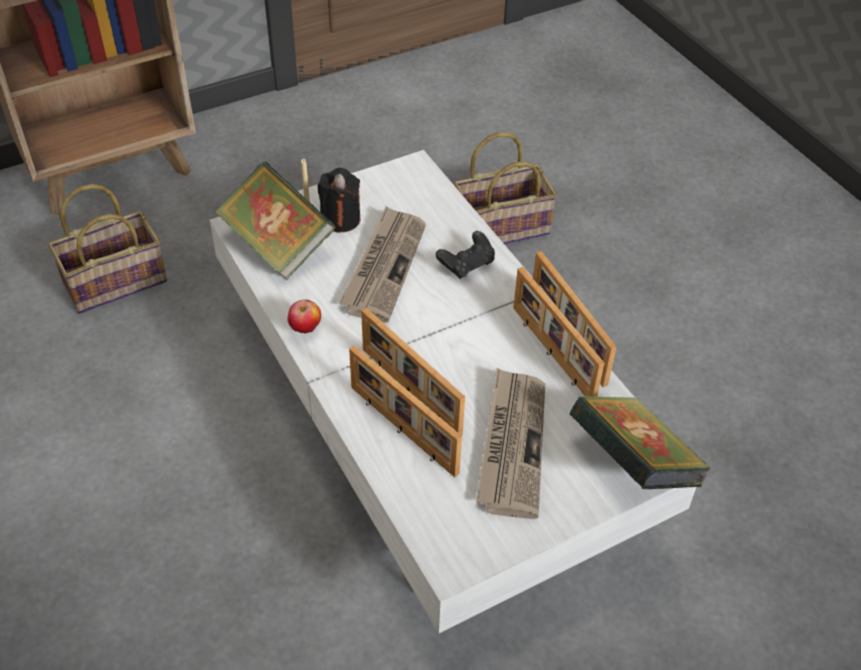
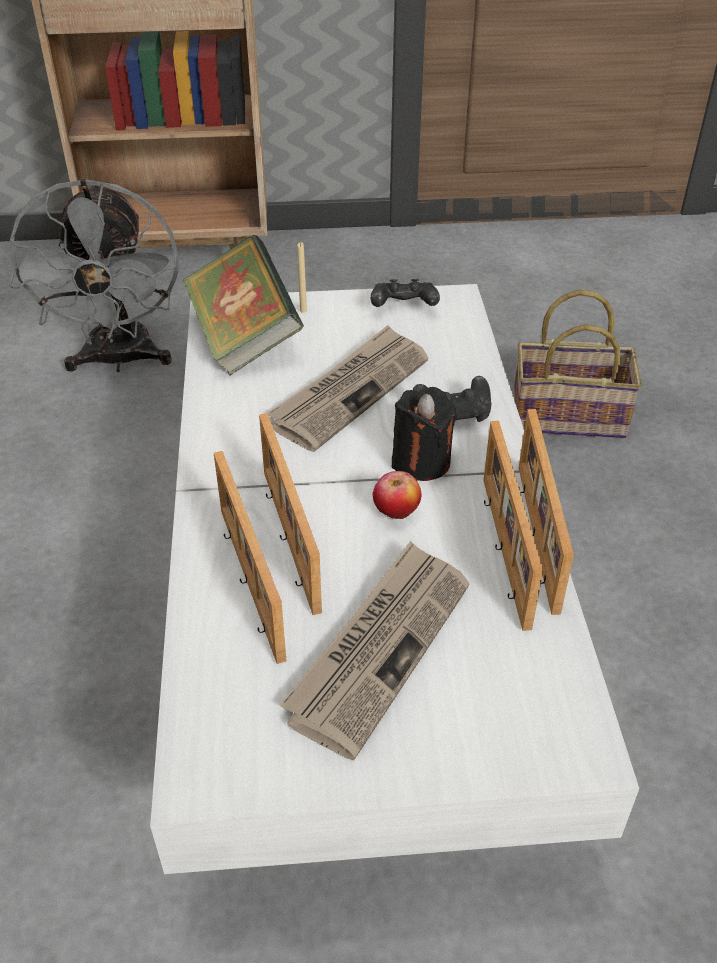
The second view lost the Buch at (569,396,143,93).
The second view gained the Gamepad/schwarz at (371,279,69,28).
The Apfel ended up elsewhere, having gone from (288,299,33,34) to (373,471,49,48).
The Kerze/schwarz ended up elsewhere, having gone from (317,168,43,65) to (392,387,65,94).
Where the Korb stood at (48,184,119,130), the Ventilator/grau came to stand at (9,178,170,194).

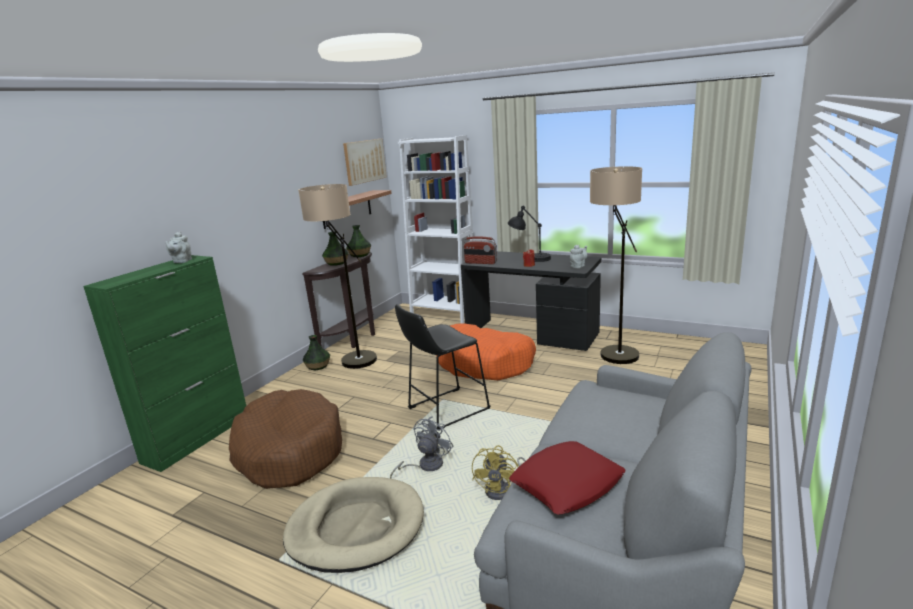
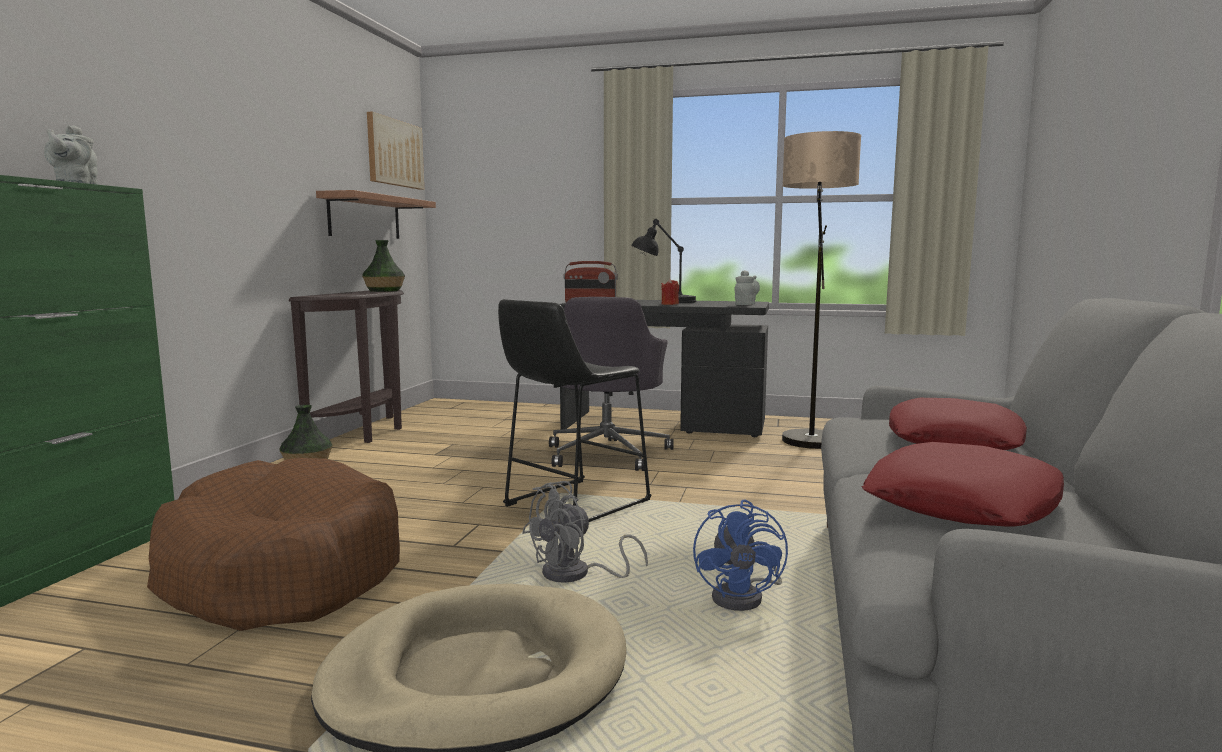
The second view lost the Stehlampe at (298,184,79,185).
The second view lost the Vase at (322,232,27,34).
The second view lost the Bücherregal/weiß at (398,135,76,189).
The second view gained the Kissen/rot at (889,398,138,52).
Where the Hundebett/orange stood at (436,324,100,56), the Bürostuhl/grau came to stand at (549,297,125,174).
What was the Ventilator/gelb at (472,445,54,55) turned into the Ventilator/blau at (693,500,95,111).
The Ventilator/grau at (390,416,63,63) ended up facing another way, 150 degrees counterclockwise from before.

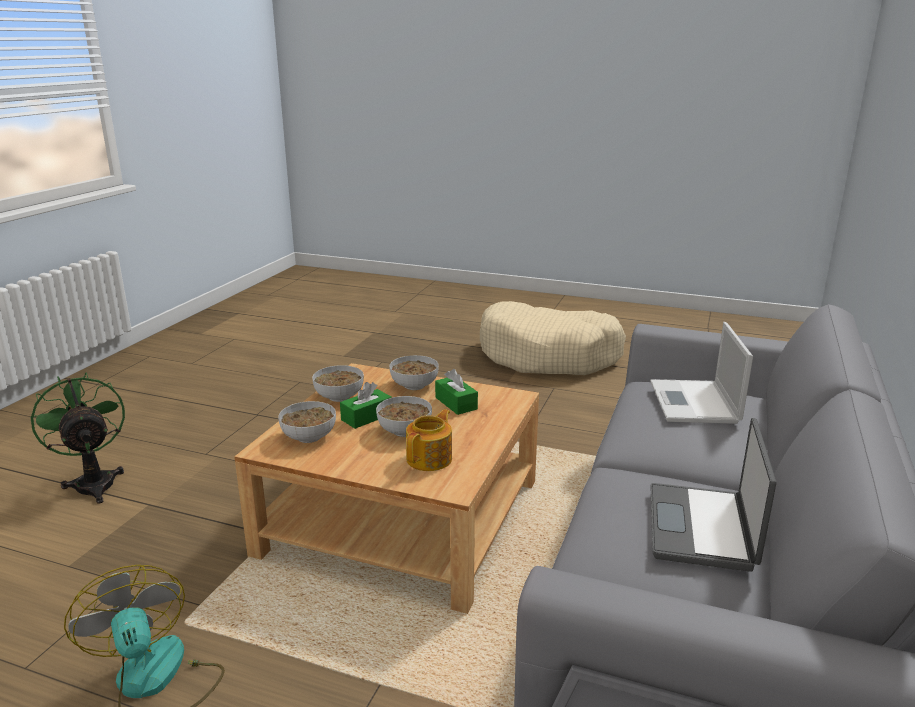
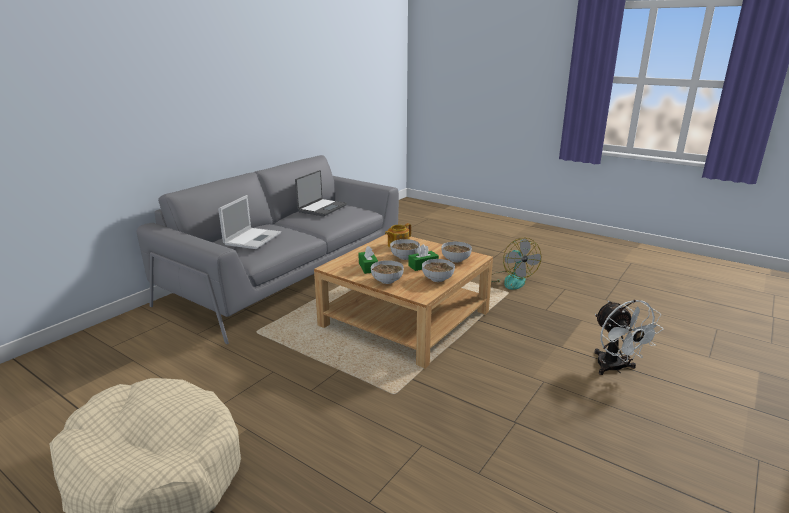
What was the Ventilator/grün at (31,372,94,132) turned into the Ventilator/weiß at (595,300,69,75).

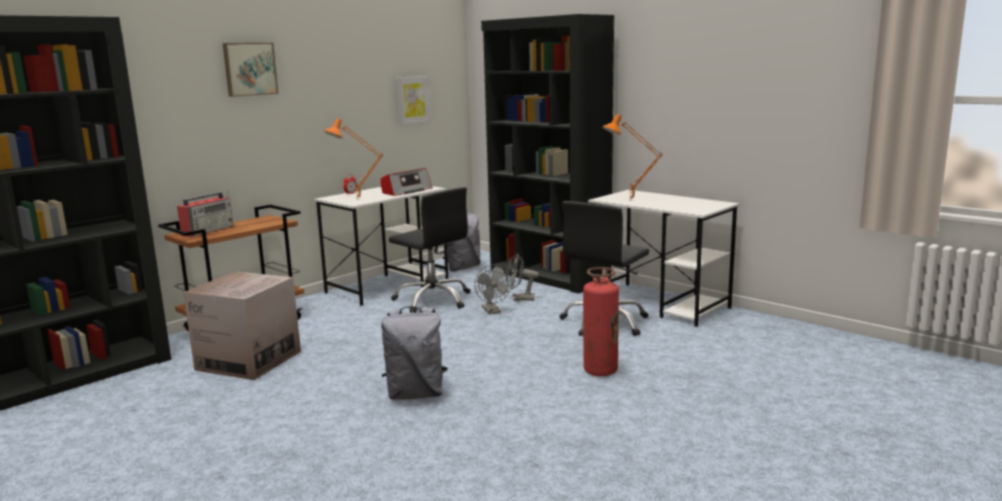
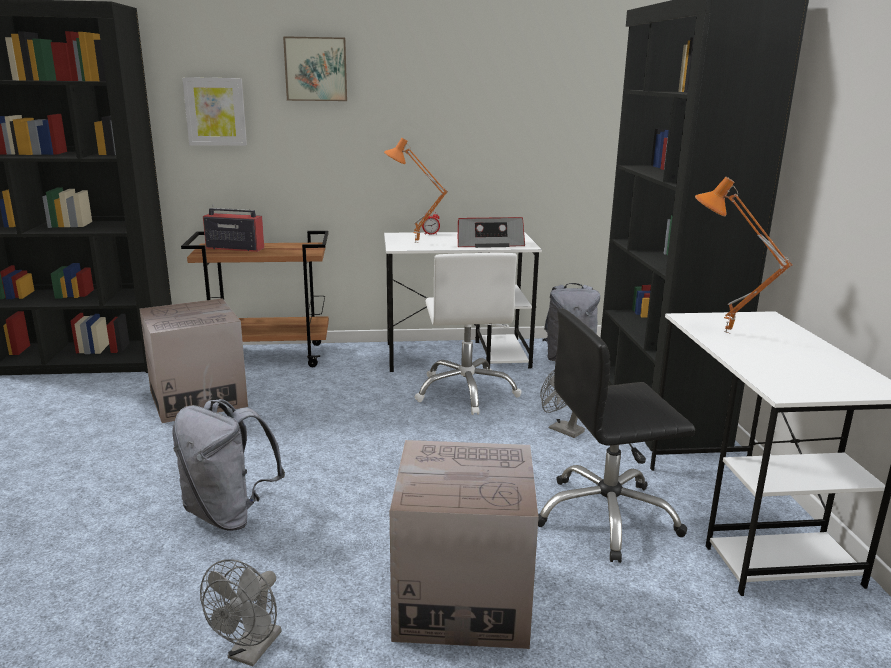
The Bild ended up elsewhere, having gone from (396,76,35,49) to (182,77,65,69).
The Ventilator/grau ended up elsewhere, having gone from (474,265,37,49) to (200,559,82,107).
Where the Feuerlöscher stood at (583,267,36,109), the Karton came to stand at (390,440,148,209).
What was the Bürostuhl/schwarz at (389,187,81,126) turned into the Bürostuhl/weiß at (415,253,106,162).
The Radio at (177,190,56,47) ended up facing another way, 150 degrees counterclockwise from before.

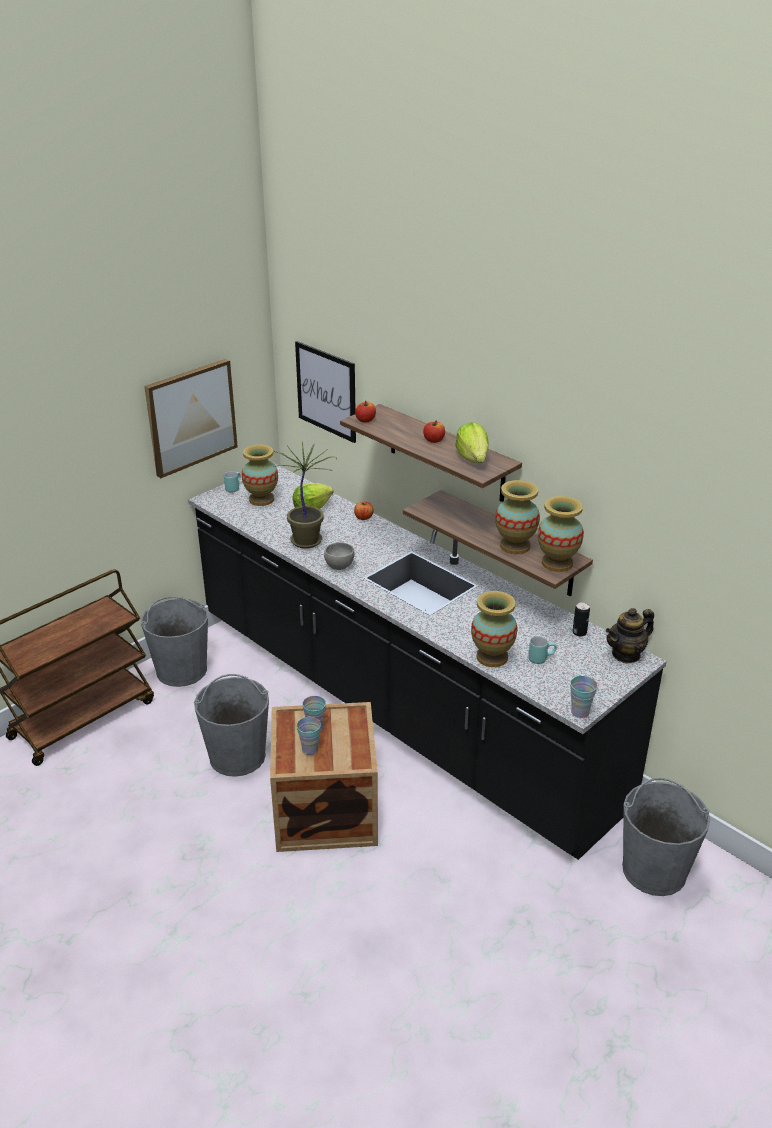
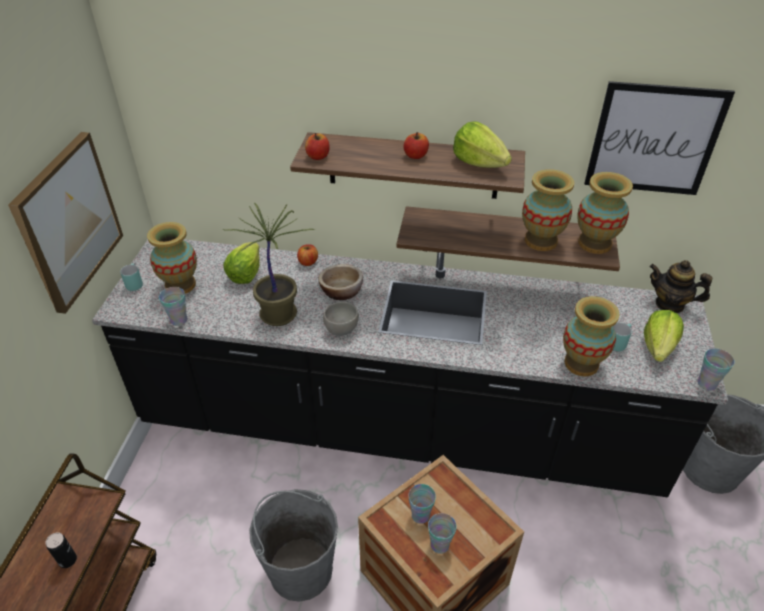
The second view lost the Eimer/grau at (141,596,67,91).
The second view gained the Tasse at (159,287,28,39).
The second view gained the Schüssel at (318,264,45,36).
The second view gained the Salatkopf at (644,310,40,52).
The Bild ended up elsewhere, having gone from (295,341,61,102) to (584,81,151,114).
The Dose ended up elsewhere, having gone from (572,602,18,34) to (46,532,31,36).
The Teekanne at (606,608,48,56) ended up facing another way, 90 degrees clockwise from before.

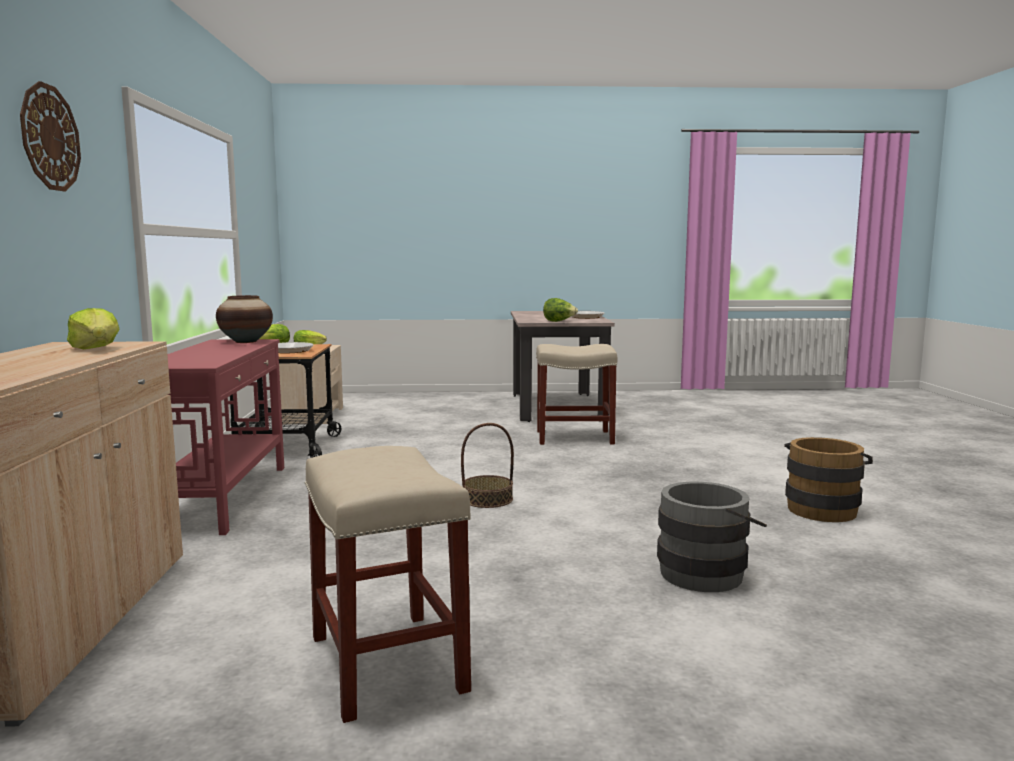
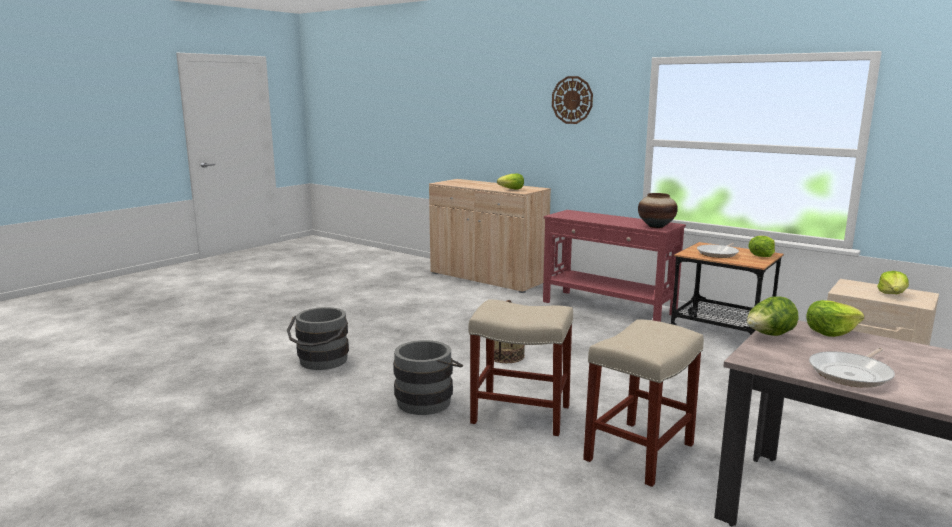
The second view lost the Eimer/braun at (784,437,89,85).
The second view gained the Eimer/grau at (393,340,70,75).
The second view gained the Salatkopf at (807,300,57,37).
The Hocker/beige ended up elsewhere, having gone from (305,446,166,277) to (468,299,105,137).

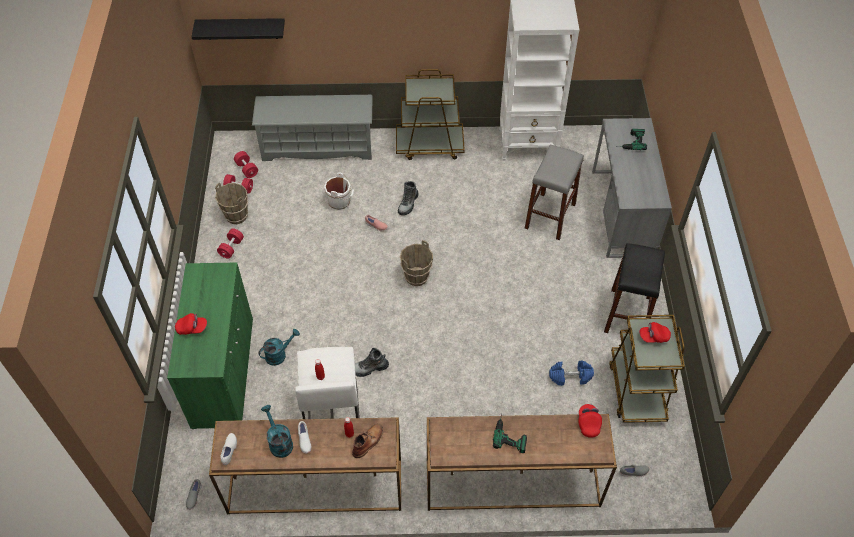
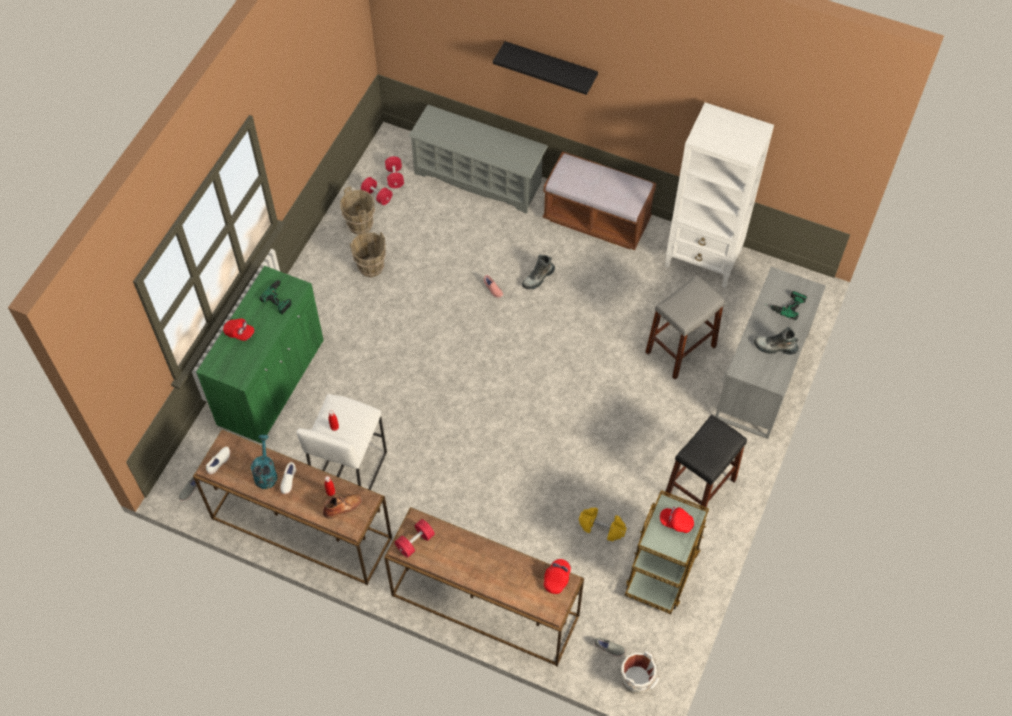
The second view lost the Gießkanne/türkis at (259,329,41,37).
The Wandregal/schwarz ended up elsewhere, having gone from (192,18,93,22) to (493,41,105,54).
The Hantel/rot ended up elsewhere, having gone from (217,228,27,31) to (395,519,40,39).
The Eimer/weiß ended up elsewhere, having gone from (324,172,30,38) to (621,651,38,42).
The Stiefel ended up elsewhere, having gone from (355,348,34,29) to (754,327,44,28).
The Eimer/braun ended up elsewhere, having gone from (400,240,33,46) to (350,232,36,45).
The Bohrmaschine ended up elsewhere, having gone from (493,413,34,40) to (259,280,33,34).
Where the Rollwagen/braun stood at (396,69,69,91), the Bank/braun came to stand at (542,151,115,99).
What was the Hantel/blau at (549,361,45,25) turned into the Hantel/gelb at (579,507,48,34).

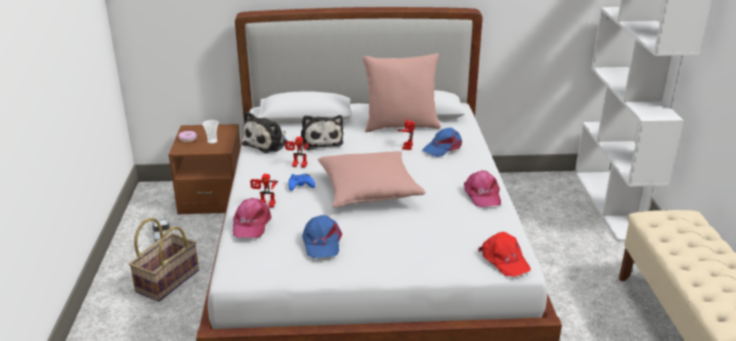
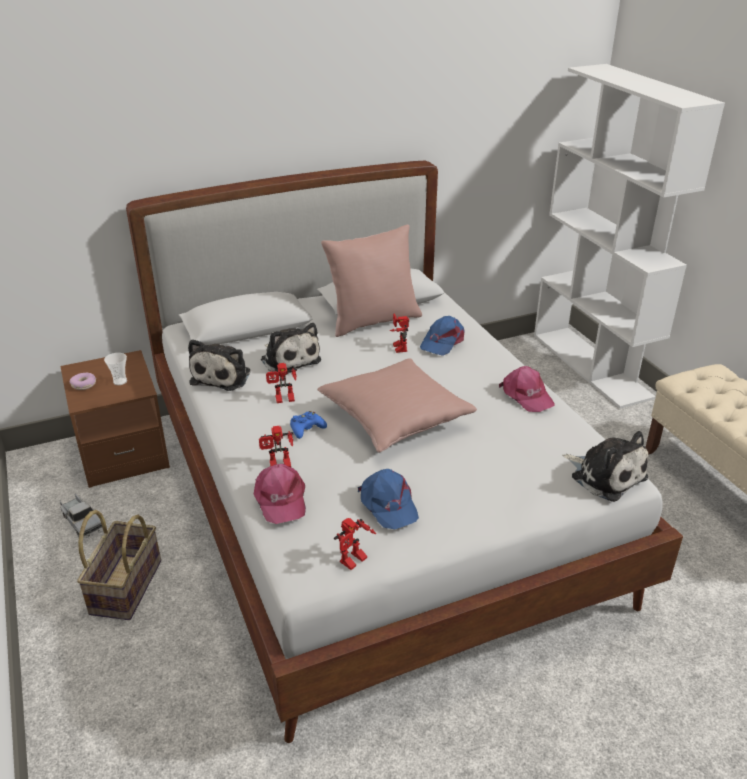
The second view gained the Spielzeugroboter at (334,518,42,52).
Where the Kappe/rot stood at (478,232,53,45), the Plüschtier came to stand at (562,431,86,71).

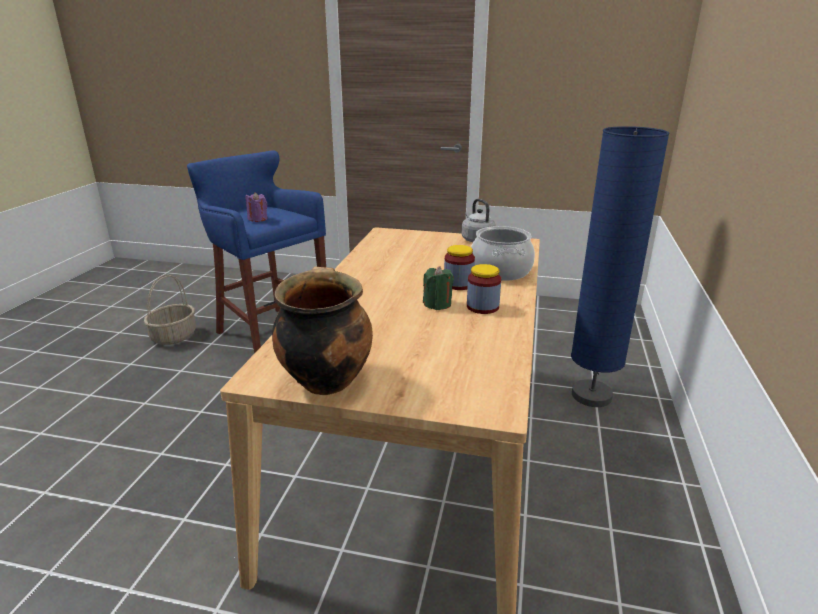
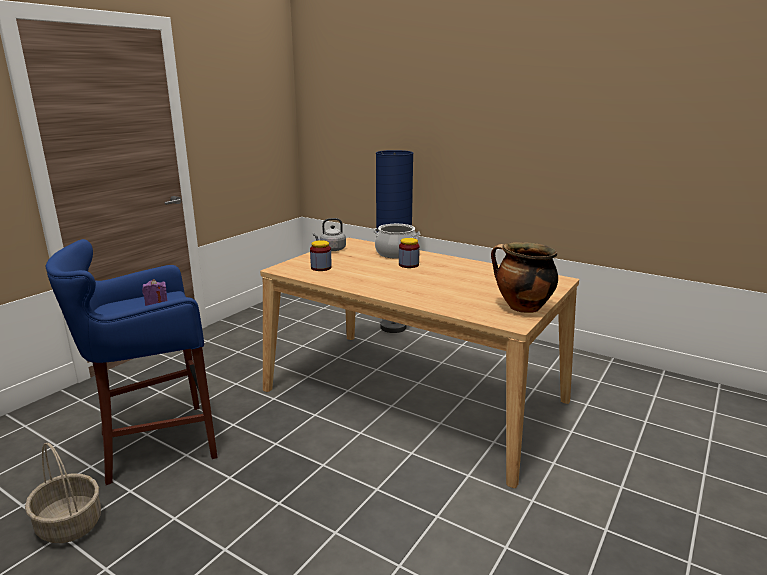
The second view lost the Kerze/grün at (423,266,31,44).
The Vorratsglas ended up elsewhere, having gone from (467,264,34,50) to (310,240,22,31).

